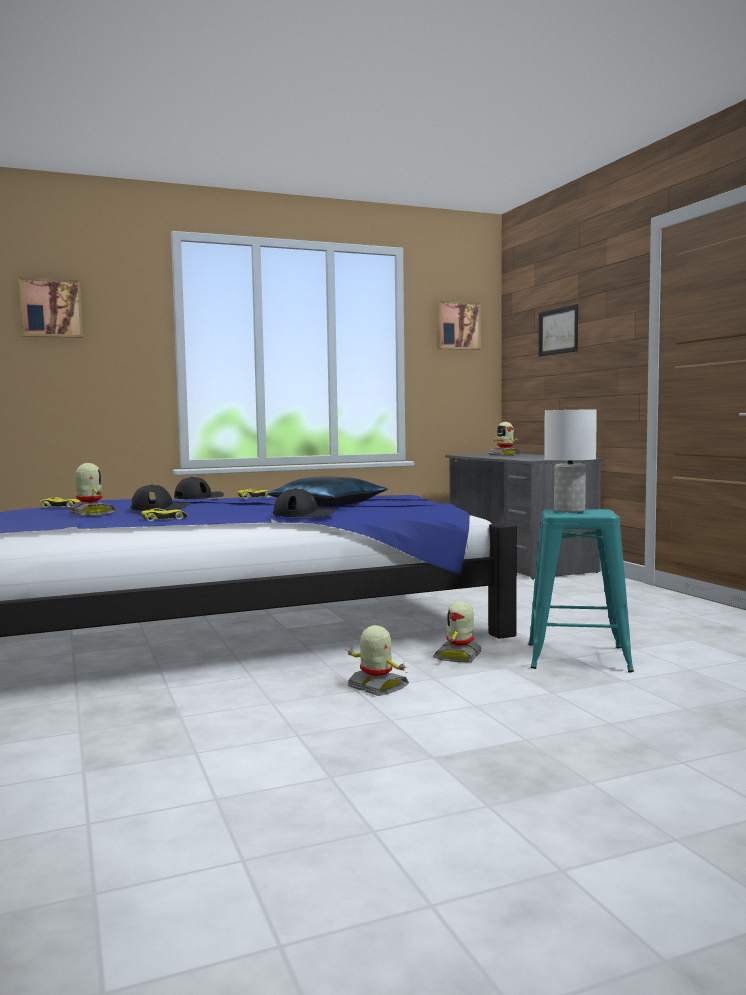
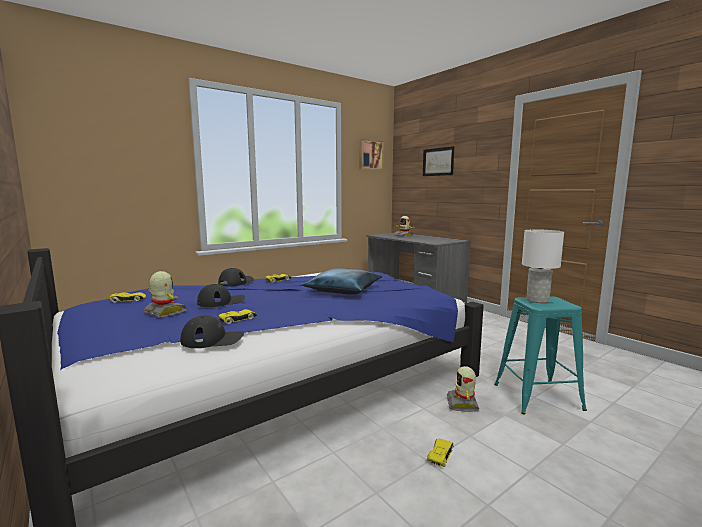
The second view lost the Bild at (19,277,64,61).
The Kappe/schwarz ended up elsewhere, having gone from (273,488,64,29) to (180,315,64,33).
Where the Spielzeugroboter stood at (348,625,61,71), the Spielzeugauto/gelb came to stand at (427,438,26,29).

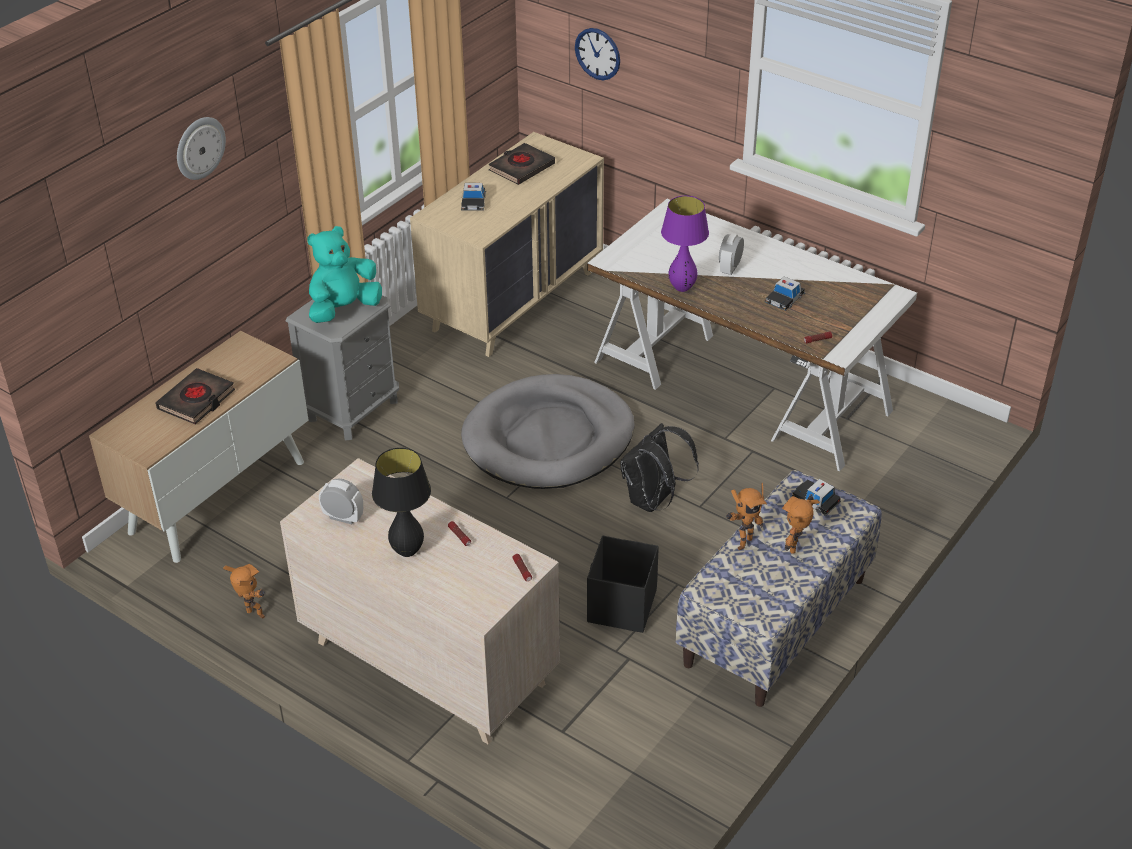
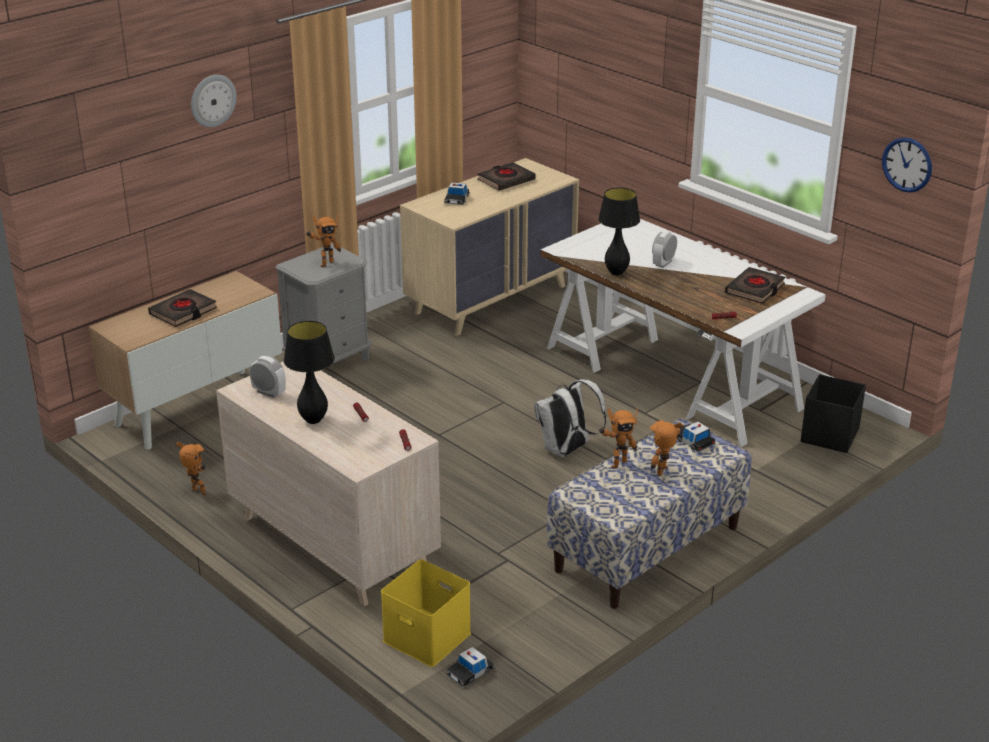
The second view lost the Hundebett/grau at (461,374,173,115).
The second view gained the Aufbewahrungsbox/gelb at (381,559,90,108).
The second view gained the Buch/schwarz at (725,267,60,37).
The Wanduhr ended up elsewhere, having gone from (575,28,45,53) to (882,137,50,56).
The Aufbewahrungsbox/schwarz ended up elsewhere, having gone from (587,536,72,97) to (801,374,65,79).
The Spielzeugauto ended up elsewhere, having gone from (765,277,40,34) to (445,647,50,40).
Where the Plüschtier/türkis stood at (307,226,75,97), the Spielzeugroboter came to stand at (306,214,35,53).
What was the Rucksack/schwarz at (620,423,79,89) turned into the Rucksack/weiß at (534,379,72,78).
What was the Tischlampe/lila at (661,196,48,96) turned into the Tischlampe/schwarz at (598,188,42,87).

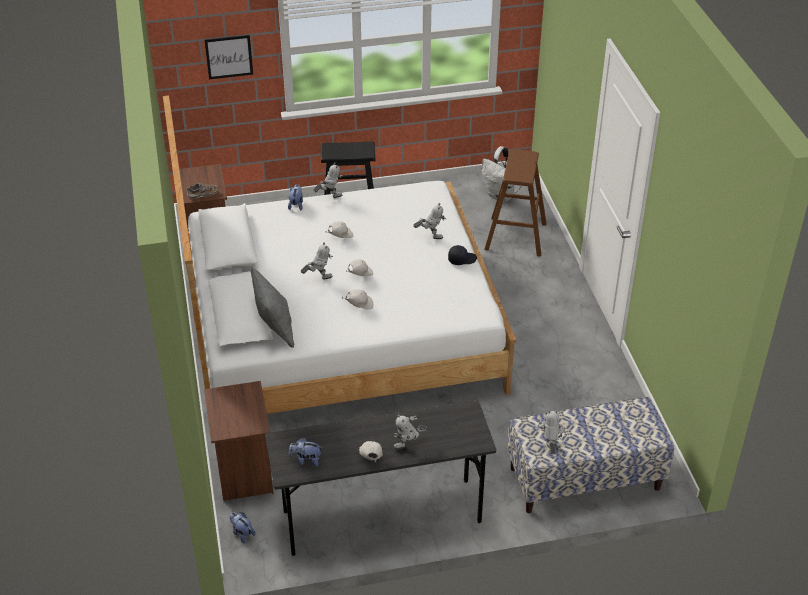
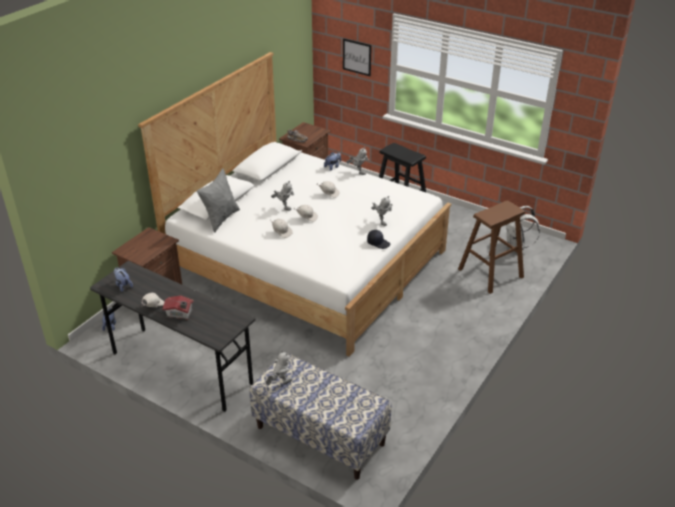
Where the Spielzeugroboter stood at (393,414,34,35), the Spielzeughaus came to stand at (163,296,31,24).

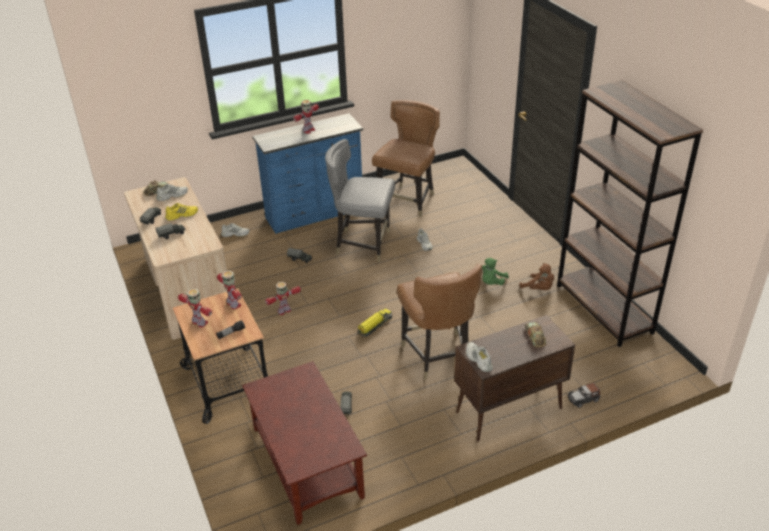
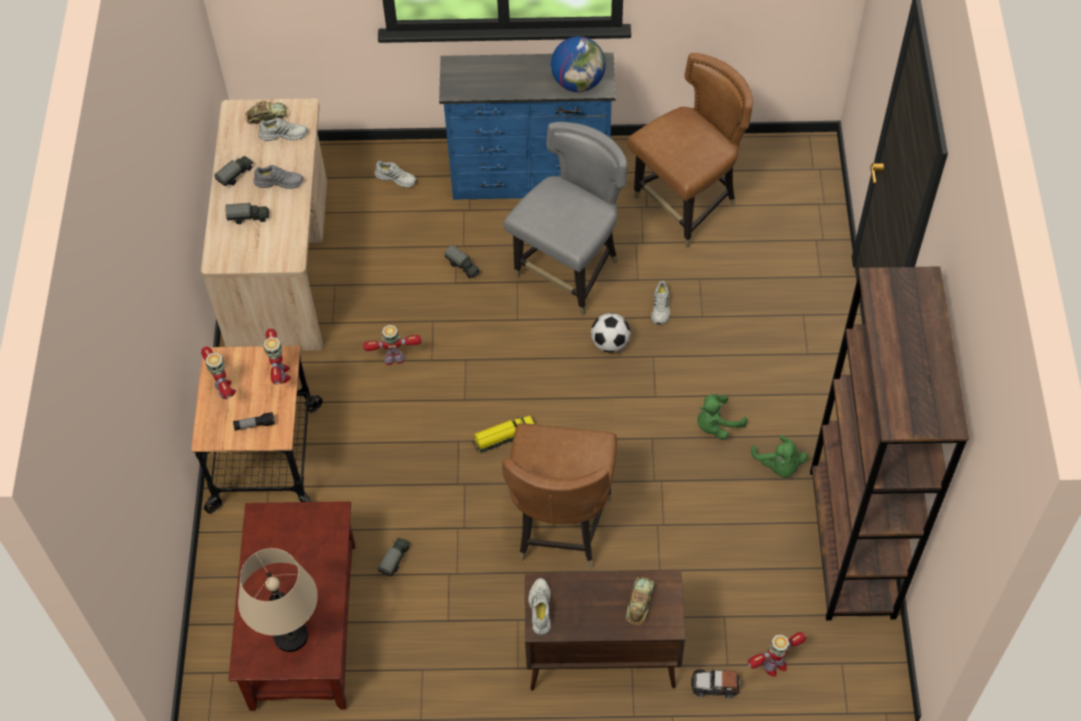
The second view gained the Tischlampe/beige at (238,548,80,104).
The second view gained the Globus at (551,36,55,56).
The second view gained the Fußball at (591,313,39,40).
The Spielzeugroboter ended up elsewhere, having gone from (293,100,26,34) to (748,632,58,45).
What was the Schuh/gelb at (165,203,33,18) turned into the Schuh/grau at (254,165,49,24).
What was the Plüschtier/braun at (519,263,35,27) turned into the Plüschtier/grün at (751,435,57,43).
The Stuhl/grau at (325,139,70,123) ended up facing another way, 90 degrees clockwise from before.

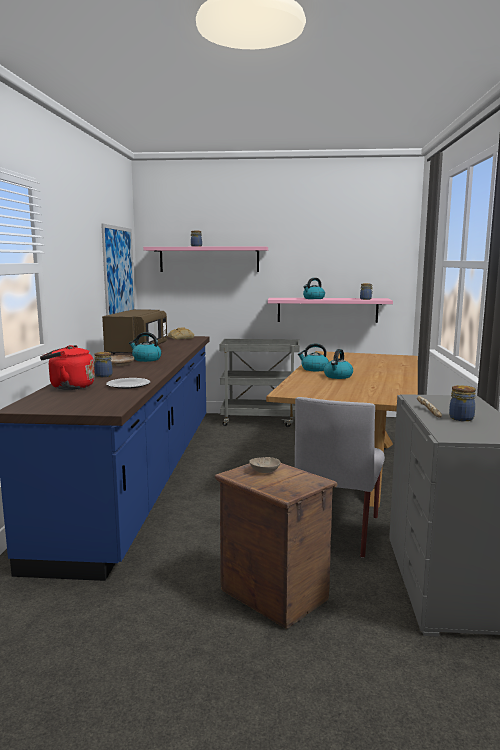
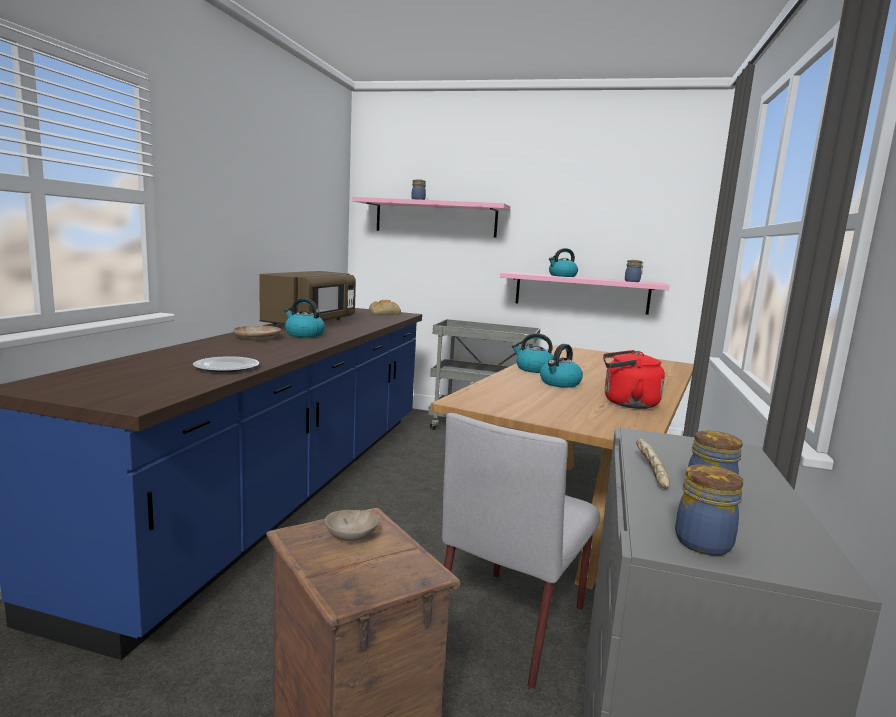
The second view lost the Bild at (101,223,34,92).
The Wasserkessel/rot ended up elsewhere, having gone from (40,345,55,45) to (603,350,62,59).
The Vorratsglas ended up elsewhere, having gone from (94,352,19,25) to (675,464,68,92).

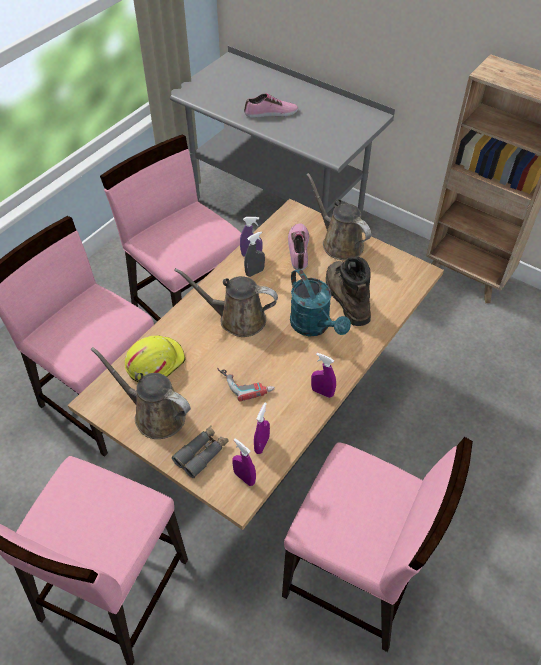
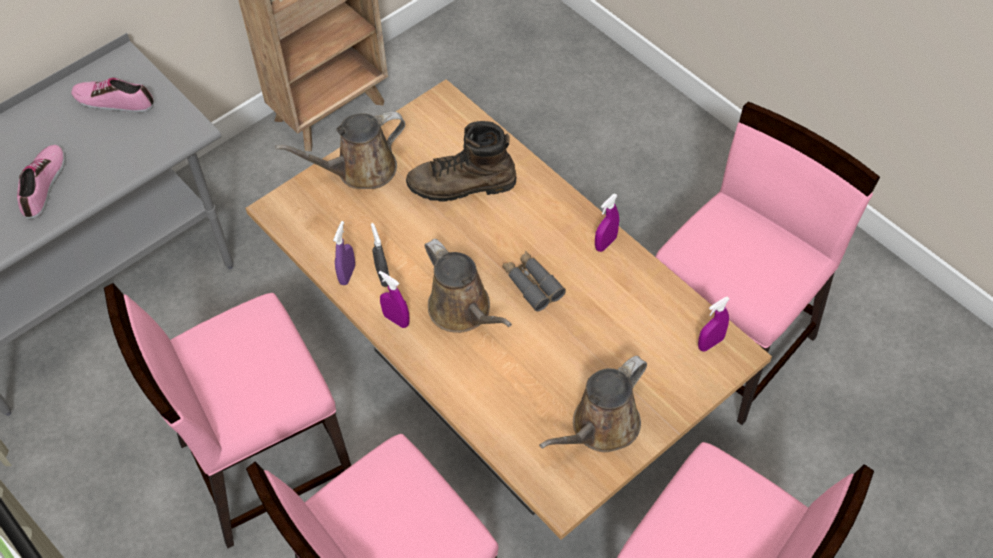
The second view lost the Schutzhelm/gelb at (125,335,60,47).
The second view lost the Bohrmaschine at (217,368,58,34).
The second view lost the Gießkanne/türkis at (290,269,61,68).
The Fernglas/grau ended up elsewhere, having gone from (172,426,56,52) to (502,251,64,60).
The Sprühflasche/lila ended up elsewhere, having gone from (254,402,16,52) to (379,271,31,57).
The Schuh ended up elsewhere, having gone from (288,223,21,47) to (71,78,83,34).
The Gießkanne/braun at (174,268,104,69) ended up facing another way, 60 degrees counterclockwise from before.

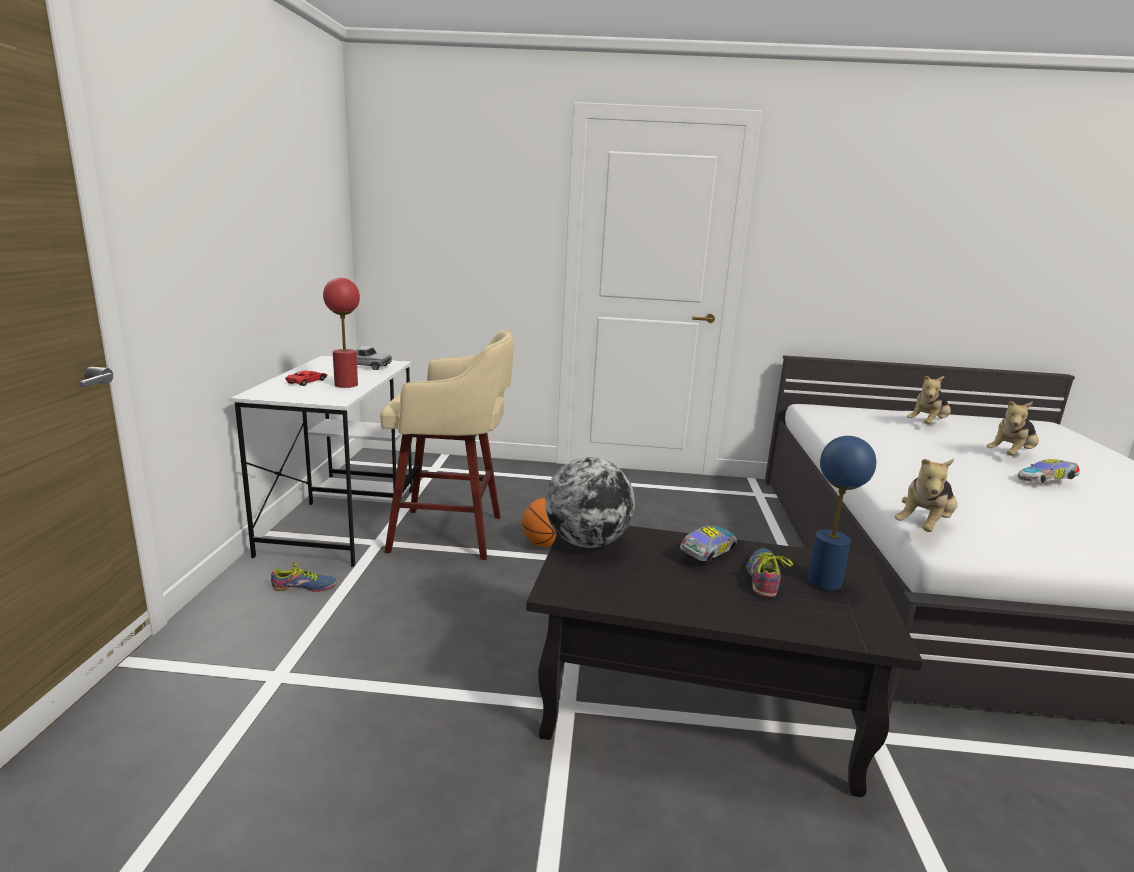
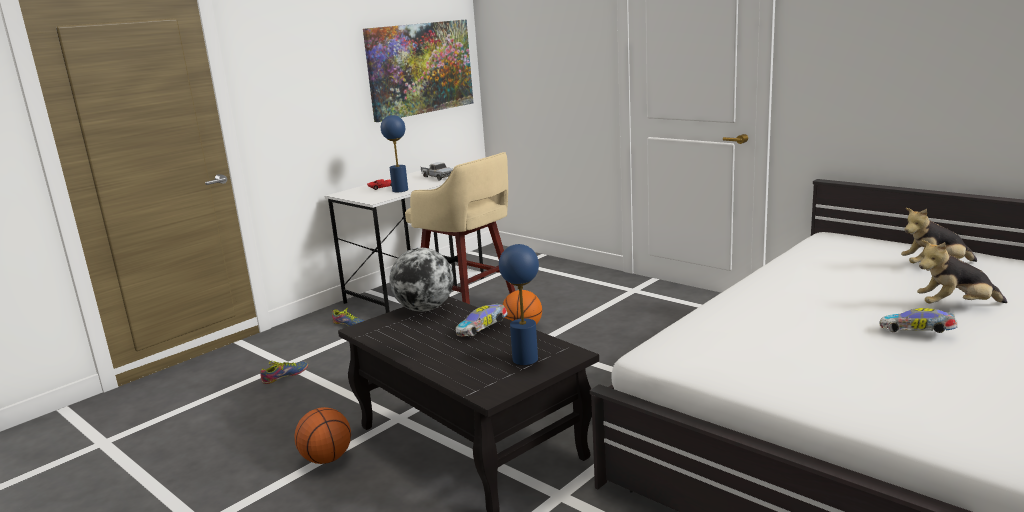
The second view lost the Plüschtier at (894,459,63,73).
The second view gained the Basketball at (294,407,57,57).
The second view gained the Bild at (363,20,110,102).
The Schuh ended up elsewhere, having gone from (746,548,47,49) to (260,361,48,23).
What was the Tischlampe/rot at (323,278,37,110) turned into the Tischlampe/blau at (381,115,27,77).
The Spielzeugauto at (680,525,57,37) ended up facing another way, 150 degrees clockwise from before.

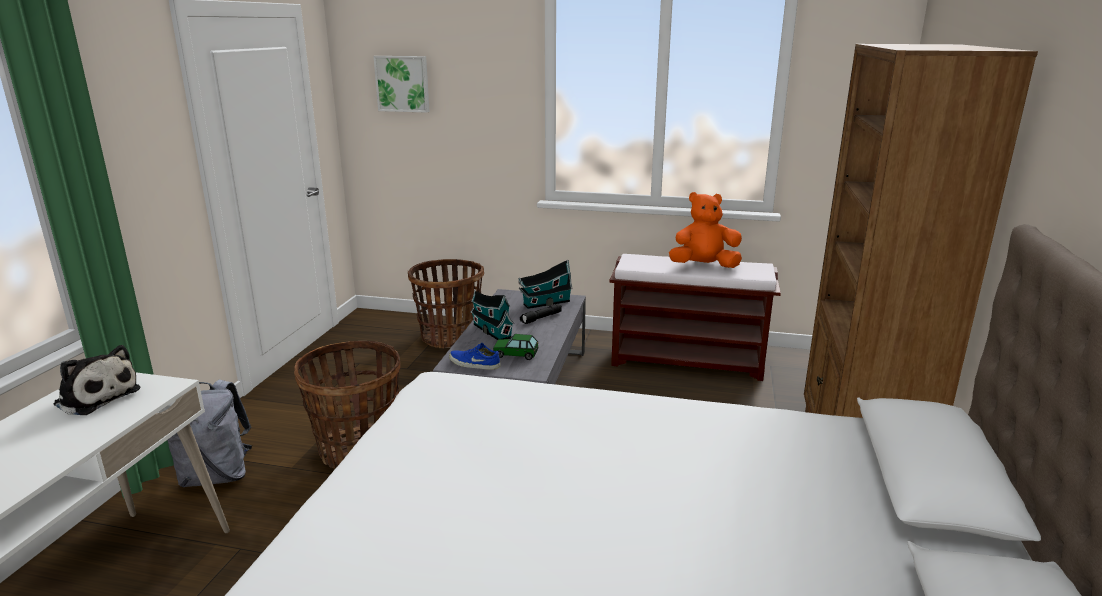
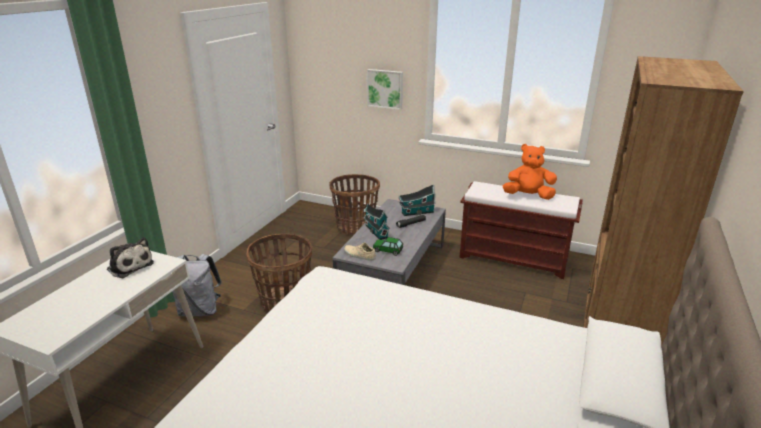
The Bild ended up elsewhere, having gone from (373,56,57,57) to (367,69,36,41).
What was the Schuh/blau at (449,343,51,27) turned into the Schuh/beige at (344,243,32,18).

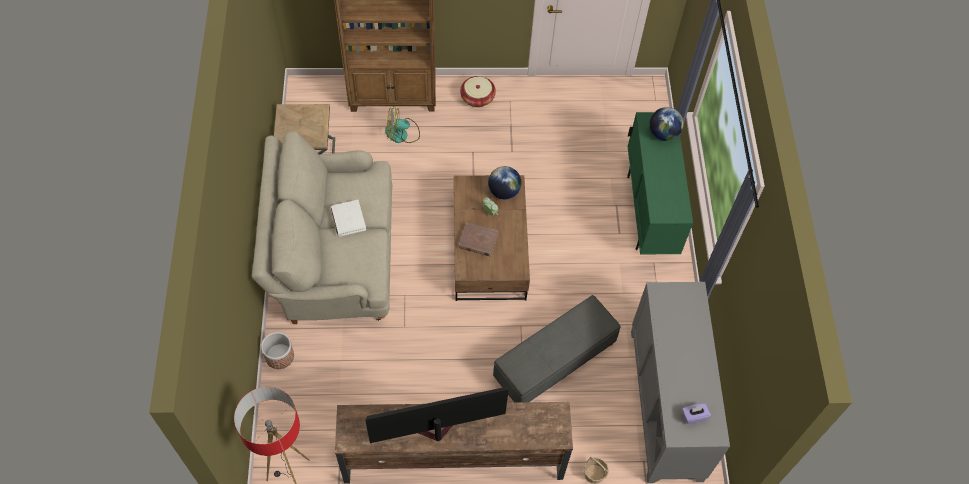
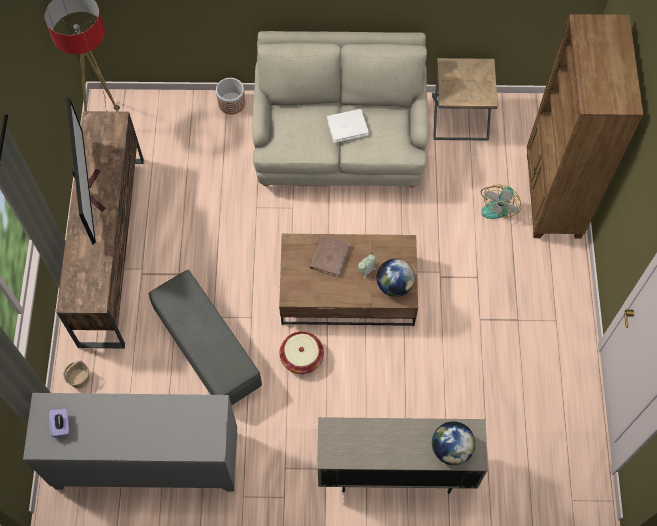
The Korb ended up elsewhere, having gone from (460,76,36,31) to (280,332,44,42).
What was the Schrank/grün at (627,112,66,143) turned into the Schrank/beige at (317,417,171,77).
The Ventilator at (385,107,35,36) ended up facing another way, 150 degrees counterclockwise from before.

